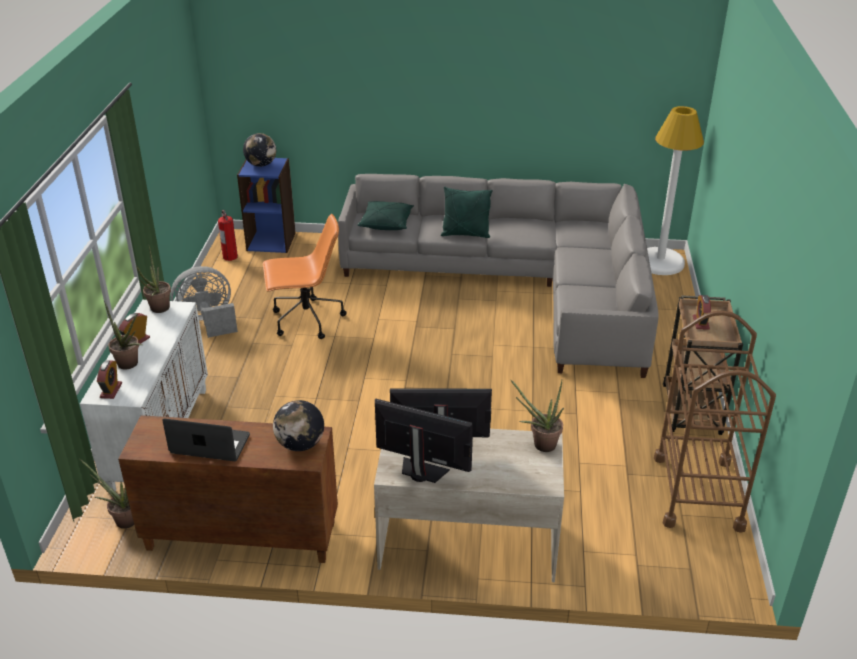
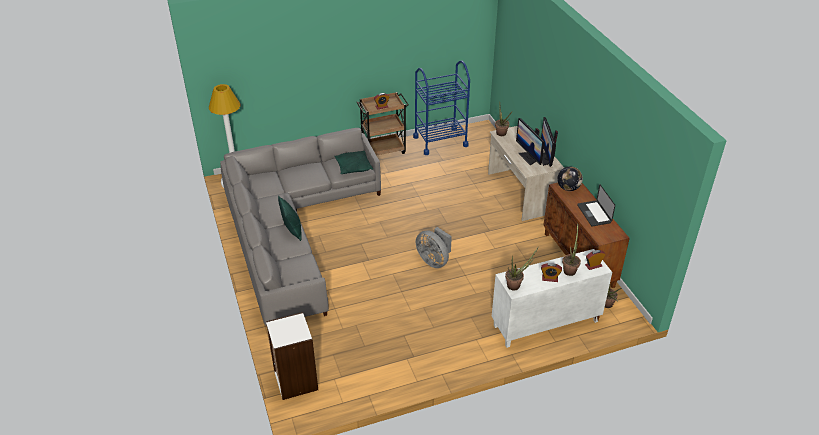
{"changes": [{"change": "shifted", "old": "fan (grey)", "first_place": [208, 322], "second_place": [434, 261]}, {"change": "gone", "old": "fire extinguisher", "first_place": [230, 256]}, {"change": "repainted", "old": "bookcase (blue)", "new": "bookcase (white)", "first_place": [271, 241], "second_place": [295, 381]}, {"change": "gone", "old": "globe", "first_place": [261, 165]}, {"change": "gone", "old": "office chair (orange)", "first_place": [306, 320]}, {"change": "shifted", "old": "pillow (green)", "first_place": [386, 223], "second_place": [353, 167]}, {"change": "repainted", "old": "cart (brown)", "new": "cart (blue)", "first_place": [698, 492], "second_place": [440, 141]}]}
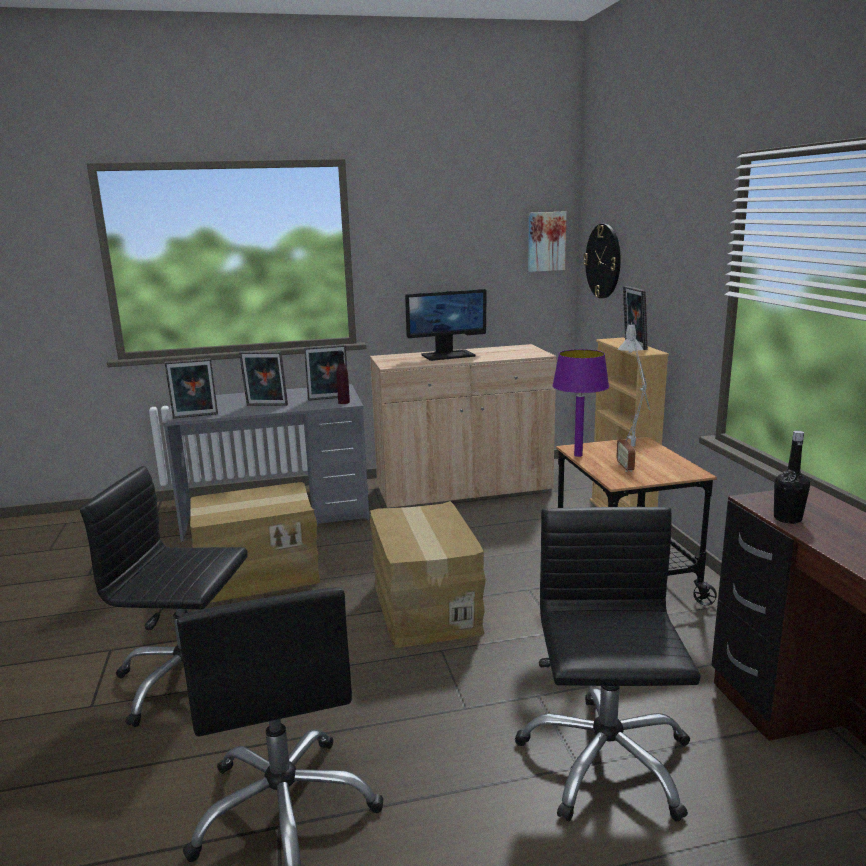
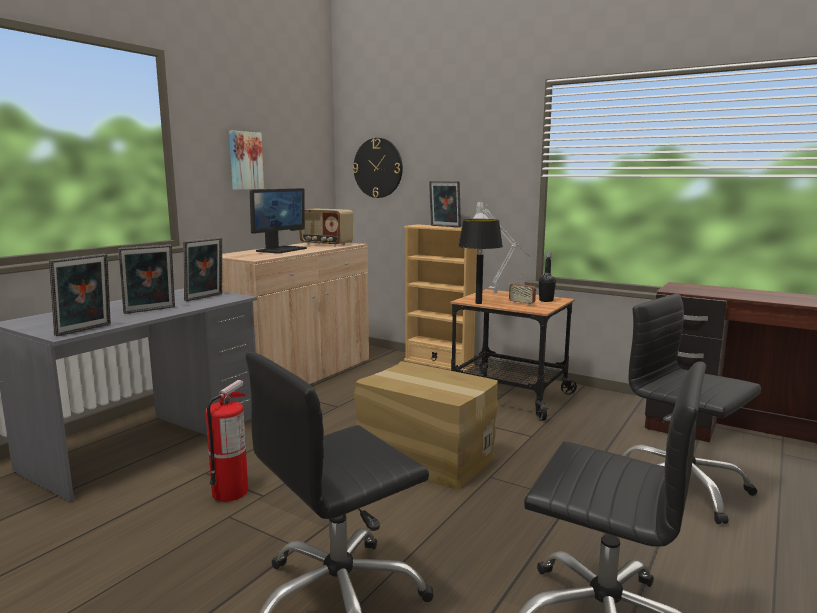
{"changes": [{"change": "swapped", "old": "cardboard box", "new": "fire extinguisher", "first_place": [259, 573], "second_place": [230, 492]}, {"change": "gone", "old": "bottle (purple)", "first_place": [344, 402]}, {"change": "shifted", "old": "picture", "first_place": [546, 241], "second_place": [245, 160]}, {"change": "repainted", "old": "table lamp (purple)", "new": "table lamp (black)", "first_place": [577, 455], "second_place": [478, 303]}, {"change": "shifted", "old": "bottle (black)", "first_place": [787, 519], "second_place": [546, 300]}, {"change": "new", "new": "radio", "second_place": [325, 244]}]}
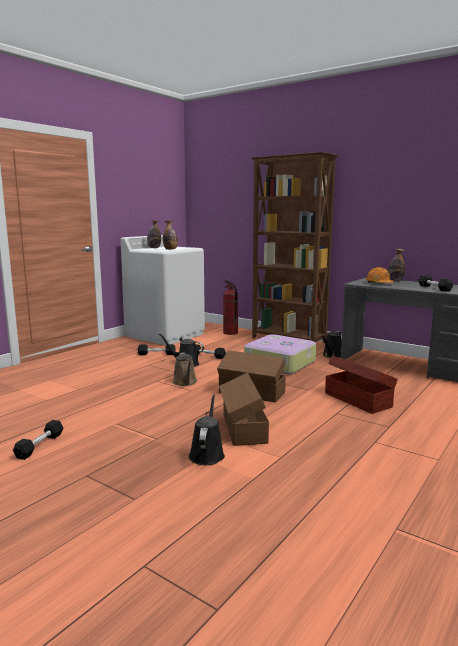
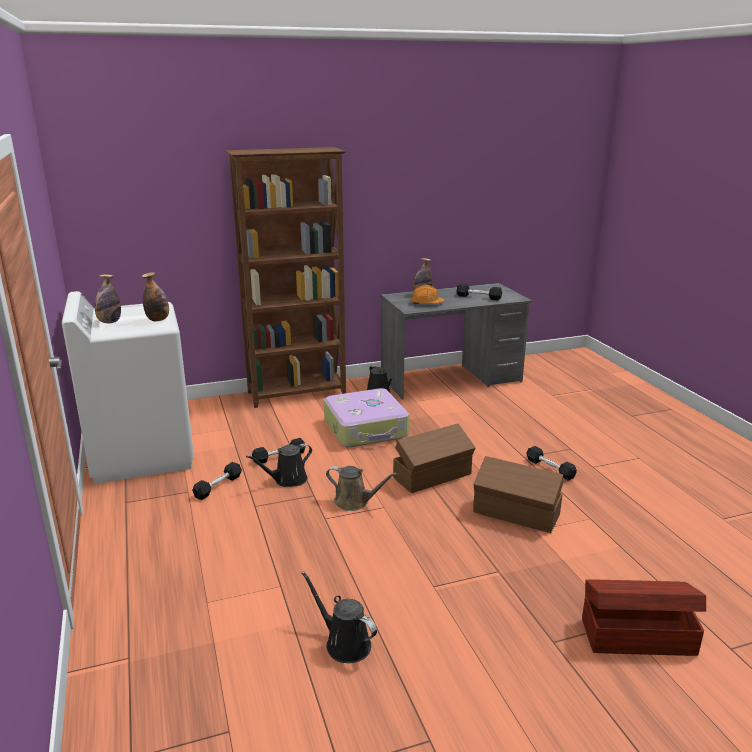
{"changes": [{"change": "shifted", "old": "dumbbell (black)", "first_place": [40, 445], "second_place": [550, 468]}, {"change": "shifted", "old": "watering can (black)", "first_place": [207, 454], "second_place": [344, 643]}, {"change": "gone", "old": "fire extinguisher", "first_place": [230, 333]}, {"change": "shifted", "old": "storage box (brown)", "first_place": [358, 399], "second_place": [636, 635]}]}
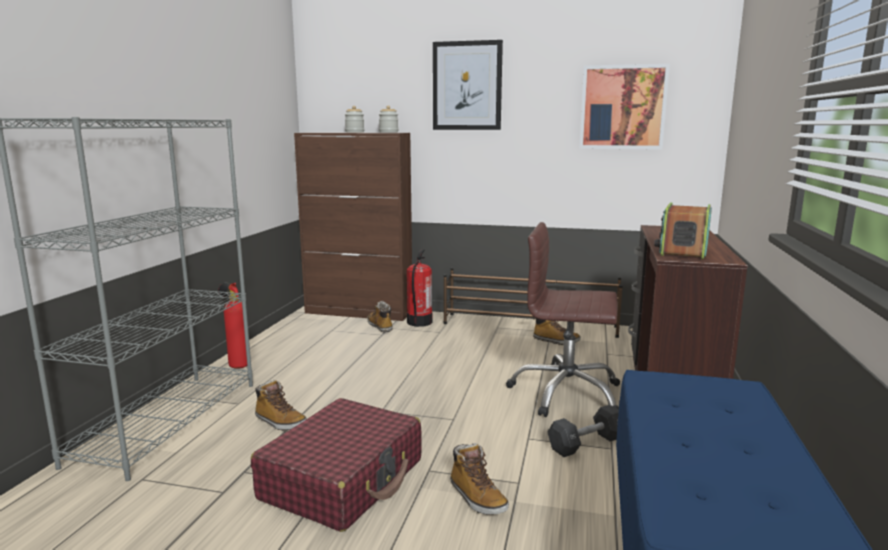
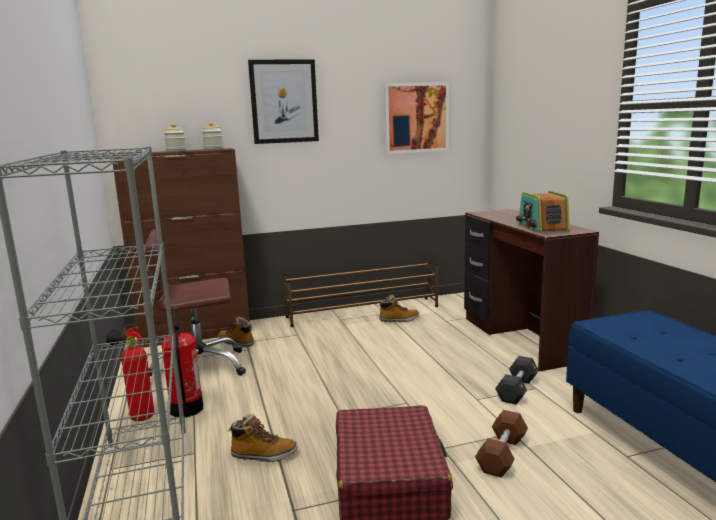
{"changes": [{"change": "shifted", "old": "fire extinguisher", "first_place": [419, 322], "second_place": [186, 409]}, {"change": "swapped", "old": "boot", "new": "dumbbell (brown)", "first_place": [477, 498], "second_place": [502, 455]}, {"change": "shifted", "old": "office chair (brown)", "first_place": [566, 393], "second_place": [200, 368]}]}
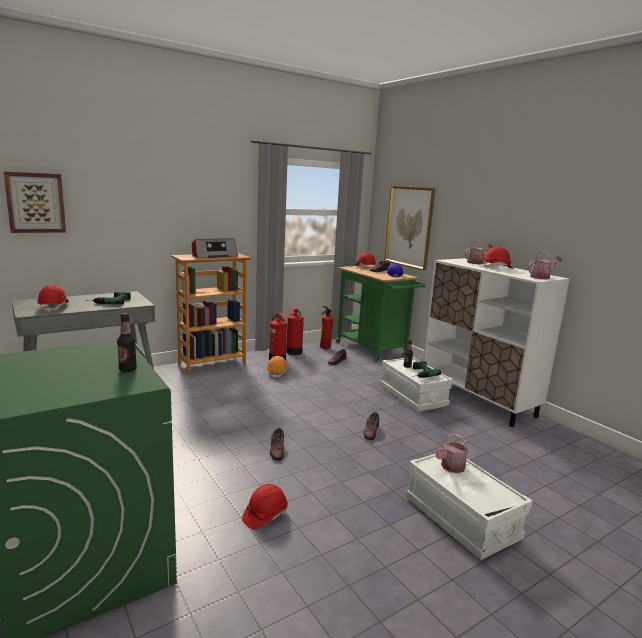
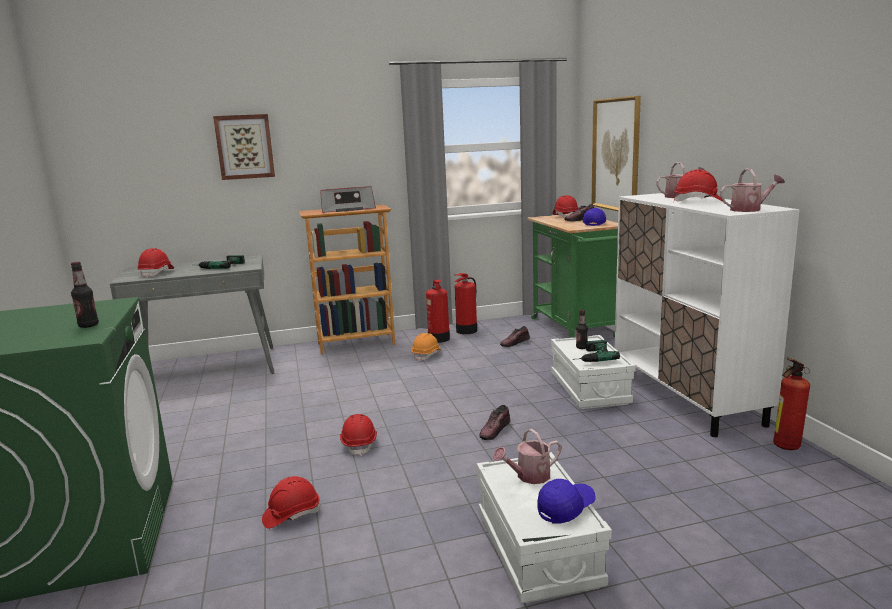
{"changes": [{"change": "shifted", "old": "picture", "first_place": [35, 202], "second_place": [245, 147]}, {"change": "swapped", "old": "shoe", "new": "hard hat (red)", "first_place": [277, 450], "second_place": [359, 444]}, {"change": "shifted", "old": "fire extinguisher", "first_place": [324, 348], "second_place": [784, 447]}, {"change": "new", "new": "cap (blue)", "second_place": [566, 508]}]}
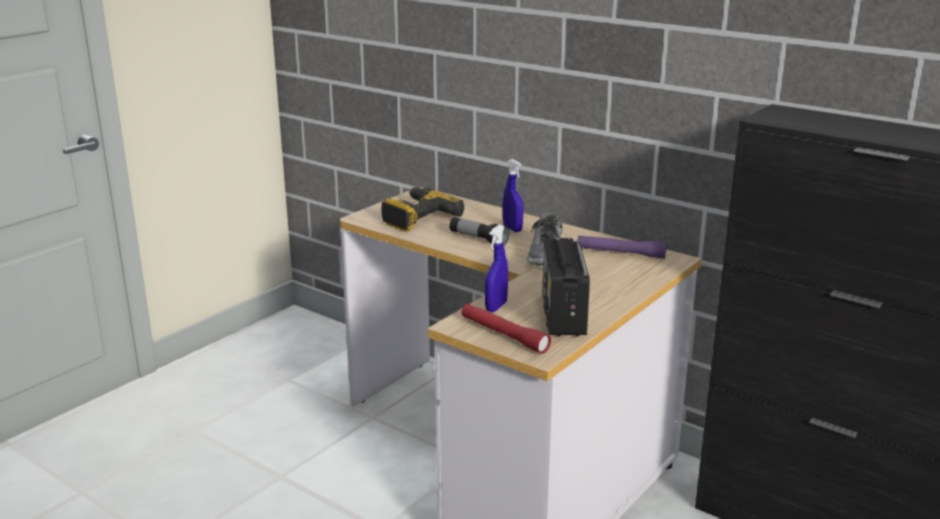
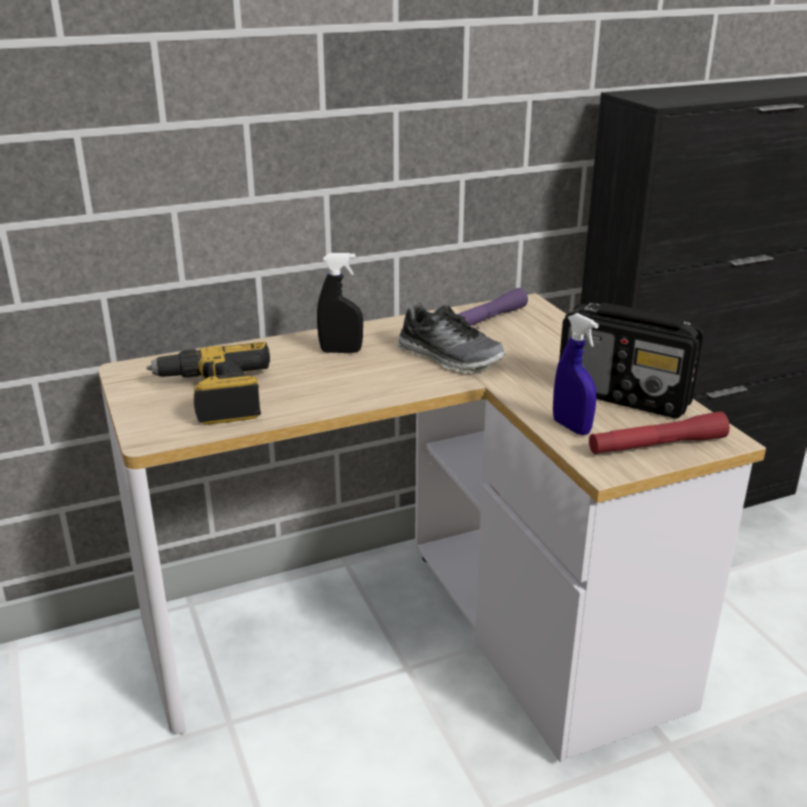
{"changes": [{"change": "gone", "old": "flashlight", "first_place": [478, 239]}, {"change": "repainted", "old": "spray bottle (blue)", "new": "spray bottle (black)", "first_place": [512, 228], "second_place": [341, 351]}]}
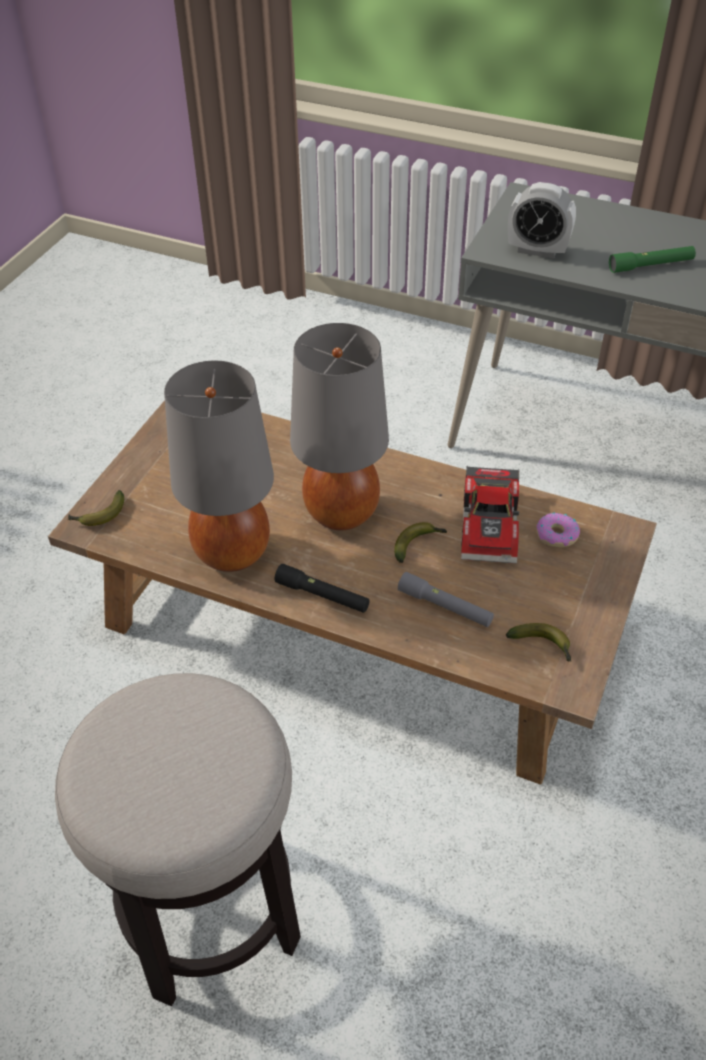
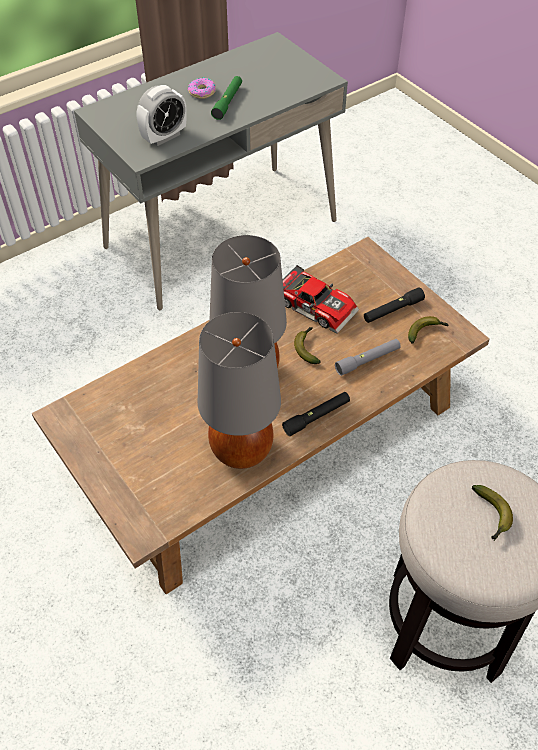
{"changes": [{"change": "shifted", "old": "banana", "first_place": [99, 515], "second_place": [491, 516]}, {"change": "shifted", "old": "donut", "first_place": [556, 535], "second_place": [202, 92]}, {"change": "new", "new": "flashlight (black)", "second_place": [393, 310]}]}
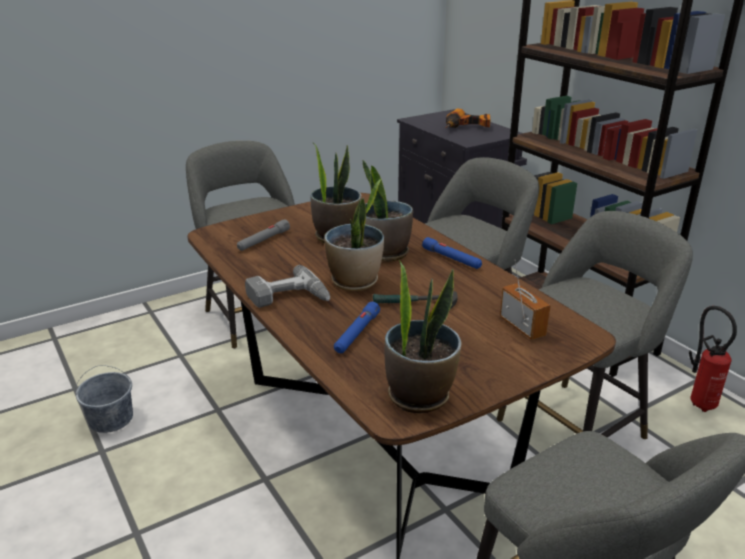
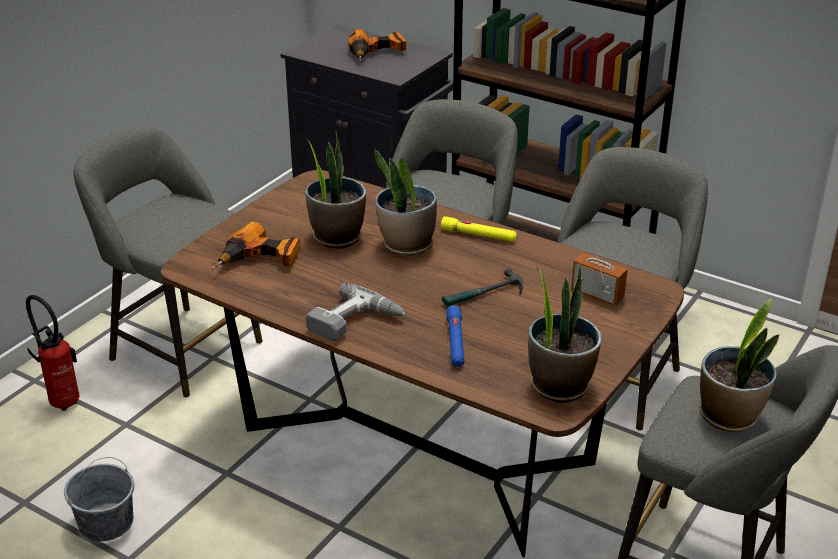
{"changes": [{"change": "swapped", "old": "flashlight (grey)", "new": "power drill", "first_place": [263, 240], "second_place": [260, 261]}, {"change": "shifted", "old": "potted plant", "first_place": [355, 282], "second_place": [729, 416]}, {"change": "repainted", "old": "flashlight (blue)", "new": "flashlight (yellow)", "first_place": [451, 259], "second_place": [478, 235]}, {"change": "shifted", "old": "fire extinguisher", "first_place": [700, 402], "second_place": [63, 400]}]}
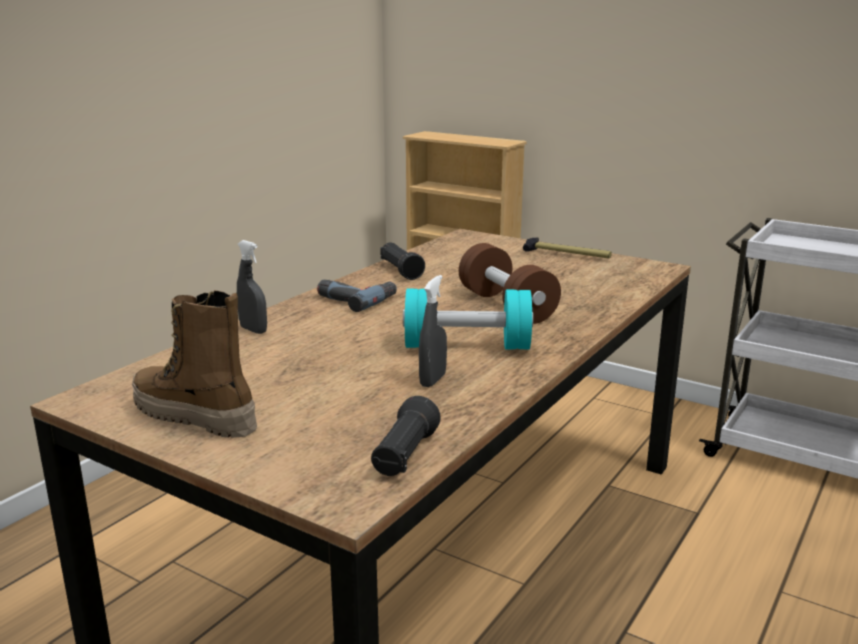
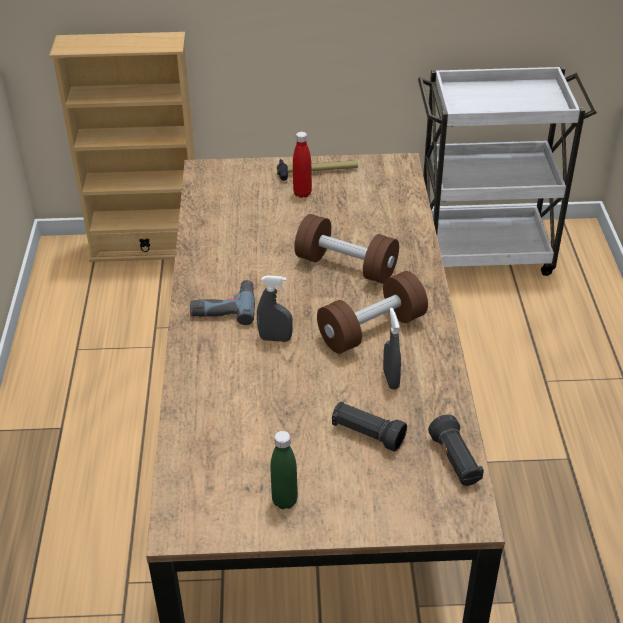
{"changes": [{"change": "swapped", "old": "boot", "new": "bottle (green)", "first_place": [194, 417], "second_place": [284, 501]}, {"change": "shifted", "old": "spray bottle (grey)", "first_place": [253, 330], "second_place": [275, 338]}, {"change": "shifted", "old": "flashlight (black)", "first_place": [401, 271], "second_place": [367, 434]}, {"change": "repainted", "old": "dumbbell (turquoise)", "new": "dumbbell (brown)", "first_place": [467, 346], "second_place": [371, 330]}, {"change": "new", "new": "bottle (red)", "second_place": [302, 193]}]}
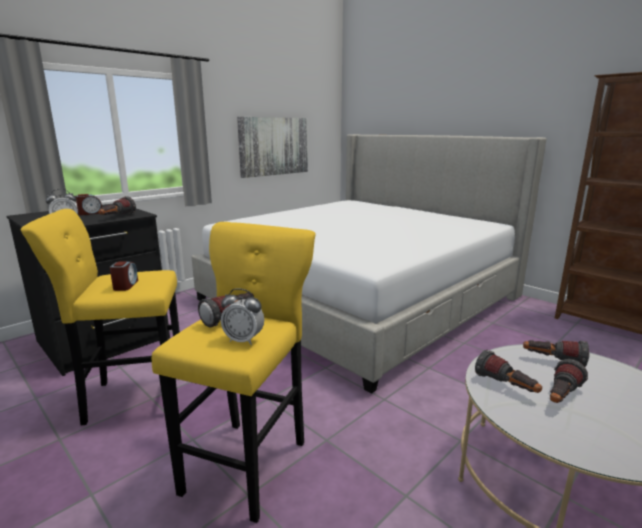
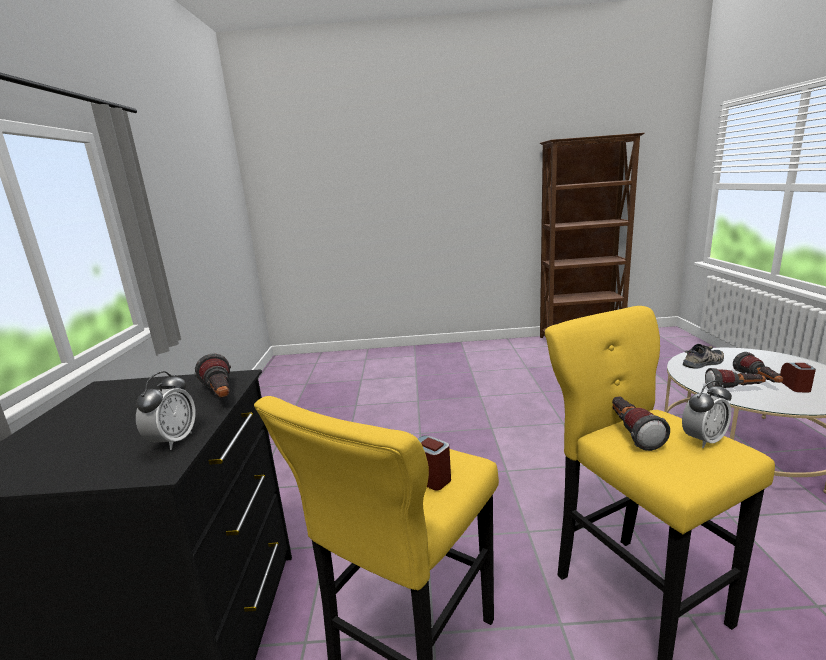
{"changes": [{"change": "shifted", "old": "alarm clock", "first_place": [90, 213], "second_place": [795, 386]}, {"change": "gone", "old": "bed", "first_place": [360, 298]}, {"change": "gone", "old": "picture", "first_place": [274, 146]}, {"change": "swapped", "old": "flashlight", "new": "shoe", "first_place": [553, 361], "second_place": [704, 363]}]}
